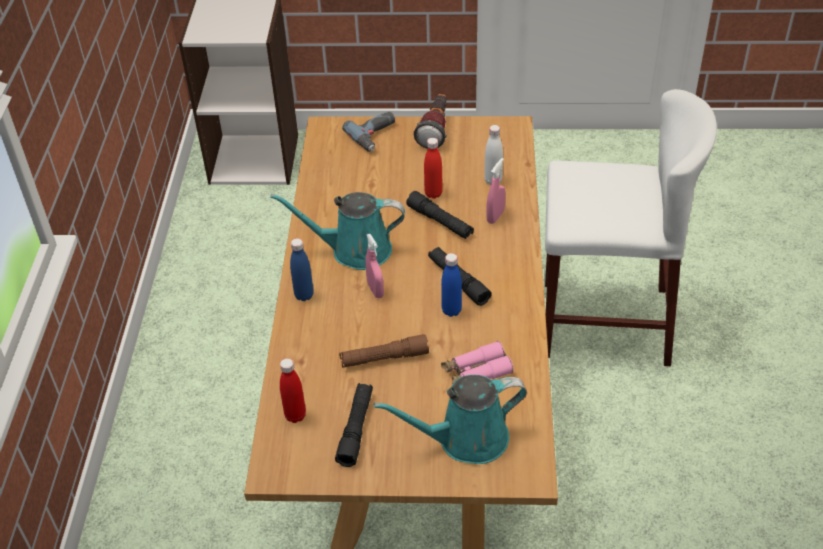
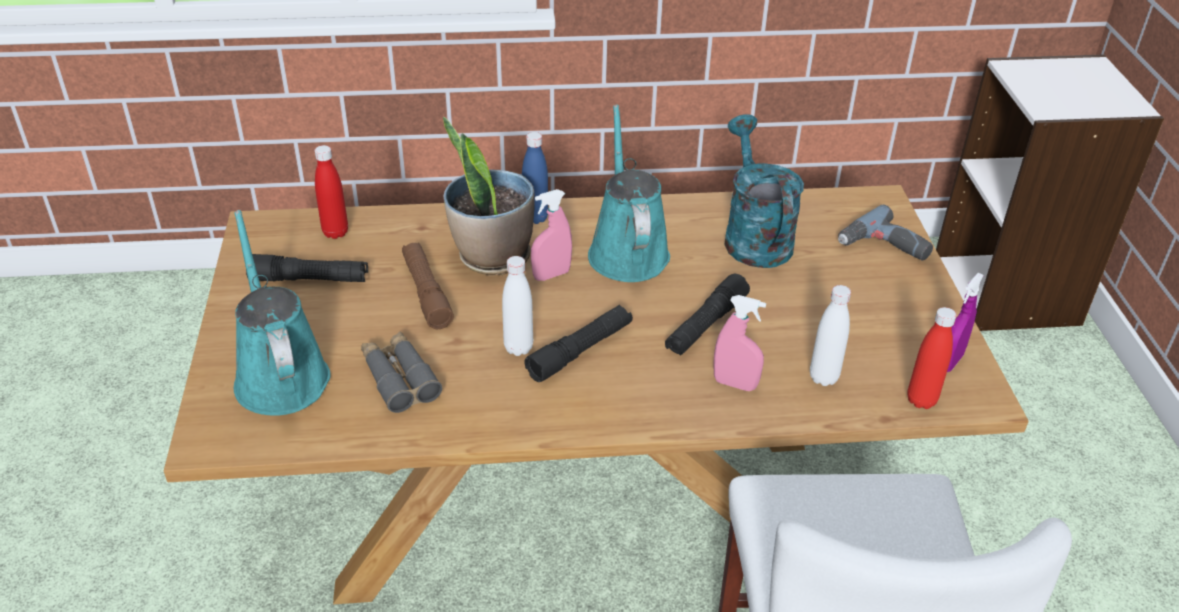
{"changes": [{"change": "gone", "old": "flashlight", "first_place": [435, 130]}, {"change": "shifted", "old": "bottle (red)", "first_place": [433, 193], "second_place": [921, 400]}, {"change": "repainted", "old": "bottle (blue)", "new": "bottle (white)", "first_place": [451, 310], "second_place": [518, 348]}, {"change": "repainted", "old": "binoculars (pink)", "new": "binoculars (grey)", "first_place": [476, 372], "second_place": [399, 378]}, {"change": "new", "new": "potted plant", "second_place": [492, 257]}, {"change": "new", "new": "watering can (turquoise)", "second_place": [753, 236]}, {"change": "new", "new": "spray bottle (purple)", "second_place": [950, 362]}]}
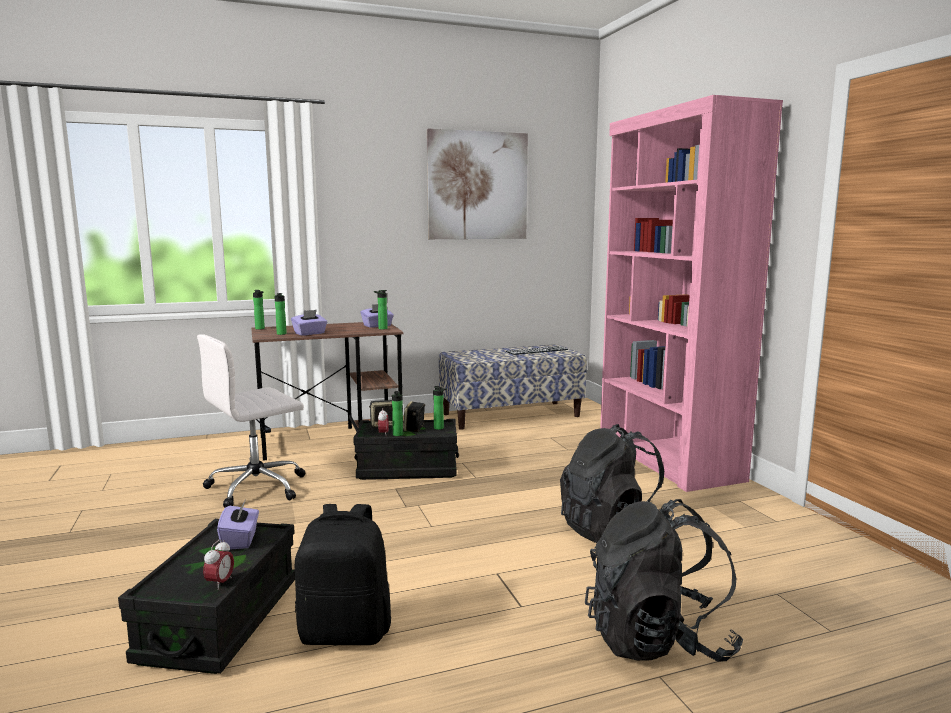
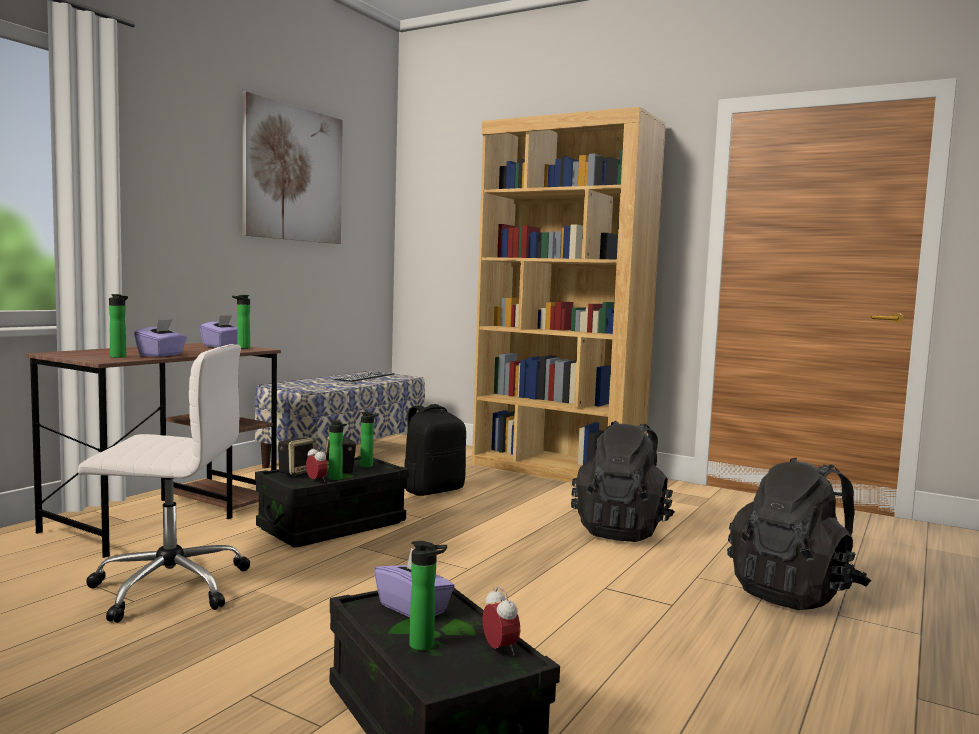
{"changes": [{"change": "rotated", "old": "office chair (white)", "first_place": [258, 487], "second_place": [167, 587], "degrees": -105}, {"change": "shifted", "old": "bottle", "first_place": [260, 329], "second_place": [425, 645]}, {"change": "shifted", "old": "backpack (black)", "first_place": [346, 631], "second_place": [432, 490]}, {"change": "repainted", "old": "bookcase (pink)", "new": "bookcase (brown)", "first_place": [666, 458], "second_place": [556, 470]}]}
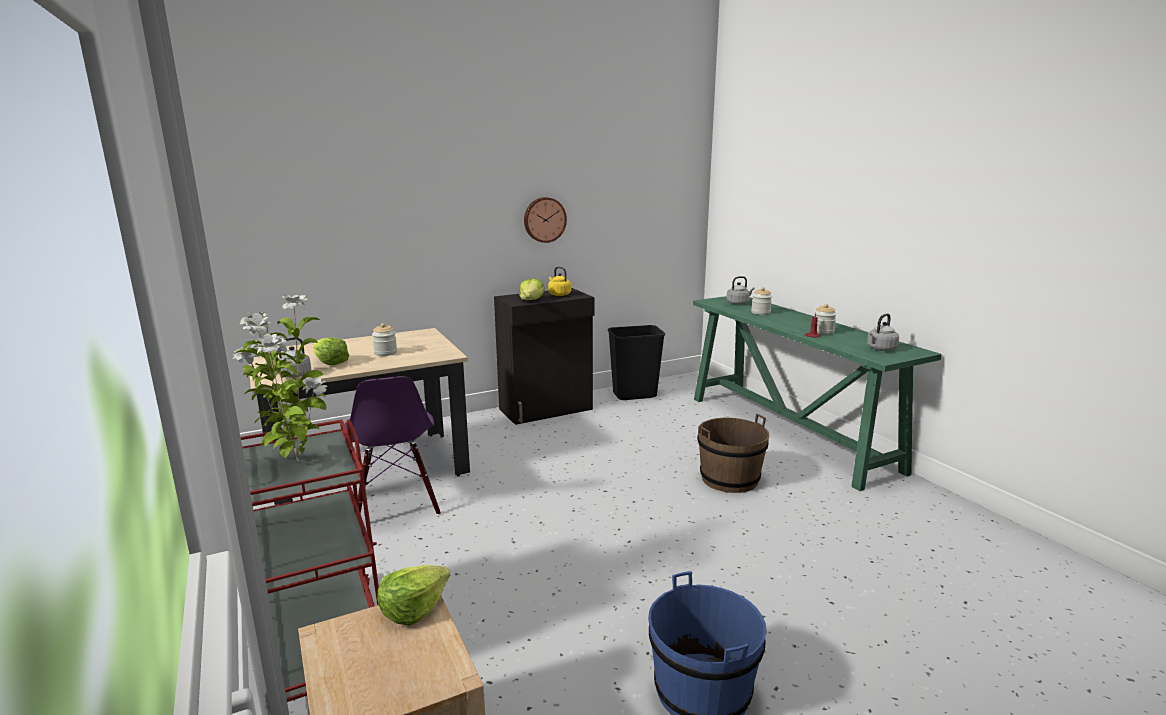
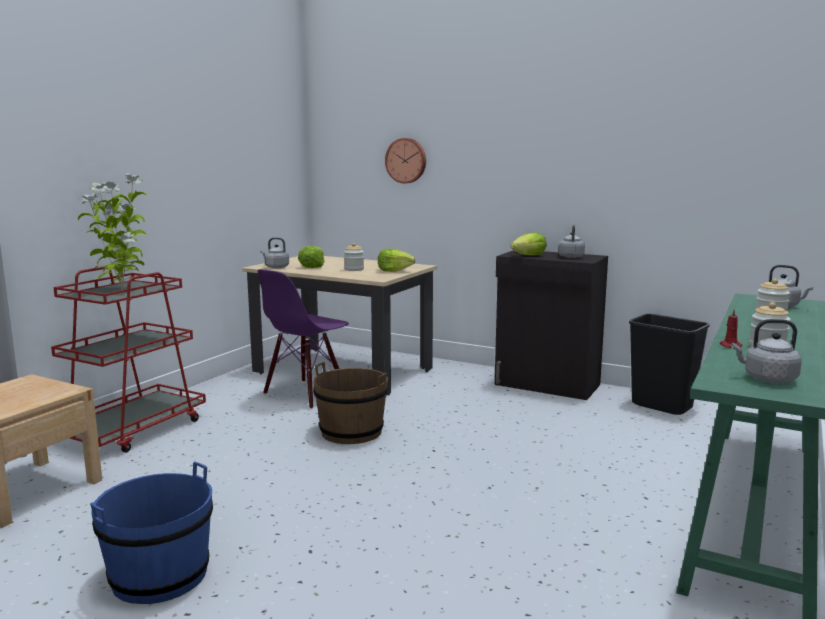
{"changes": [{"change": "shifted", "old": "lettuce", "first_place": [413, 609], "second_place": [394, 271]}, {"change": "shifted", "old": "wall clock", "first_place": [544, 219], "second_place": [406, 160]}, {"change": "repainted", "old": "kettle (yellow)", "new": "kettle (grey)", "first_place": [558, 294], "second_place": [571, 256]}, {"change": "shifted", "old": "bucket (brown)", "first_place": [729, 479], "second_place": [351, 432]}]}
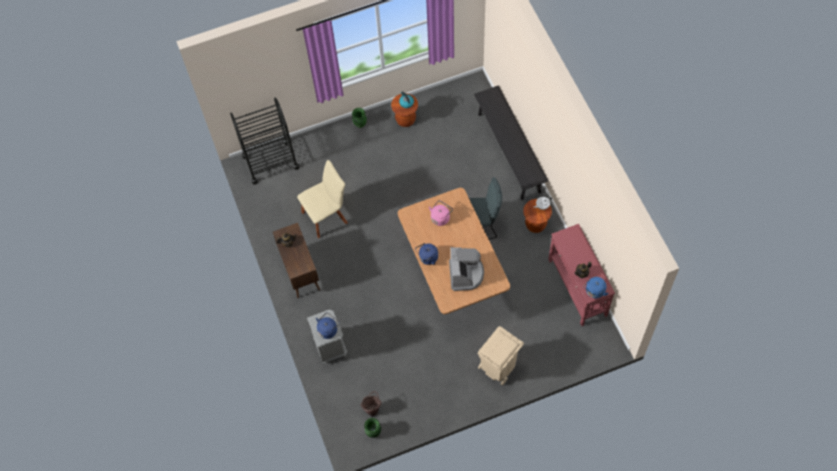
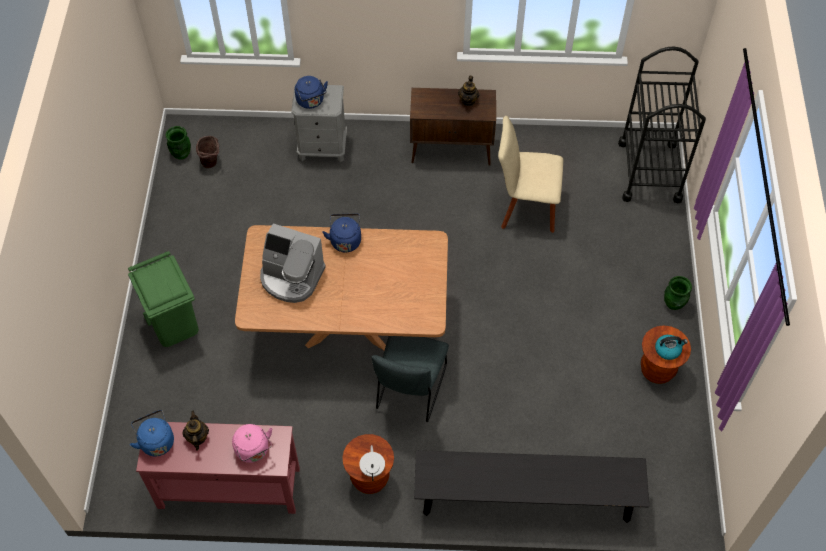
{"changes": [{"change": "rotated", "old": "chair (beige)", "first_place": [326, 216], "second_place": [525, 207], "degrees": 105}, {"change": "shifted", "old": "kettle (pink)", "first_place": [440, 217], "second_place": [253, 451]}, {"change": "repainted", "old": "trash can (beige)", "new": "trash can (green)", "first_place": [498, 367], "second_place": [174, 325]}]}
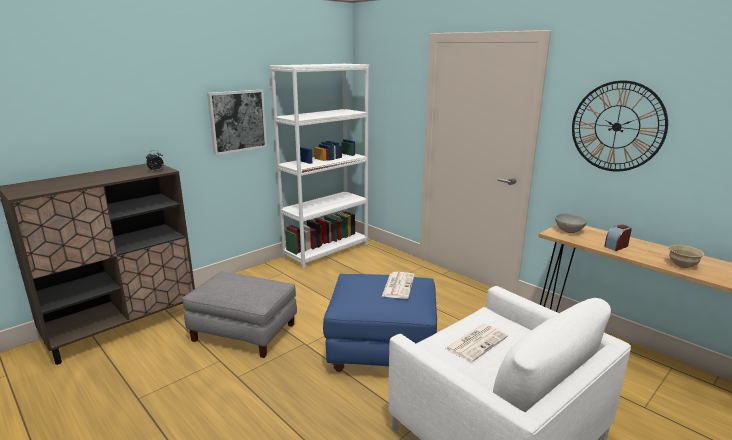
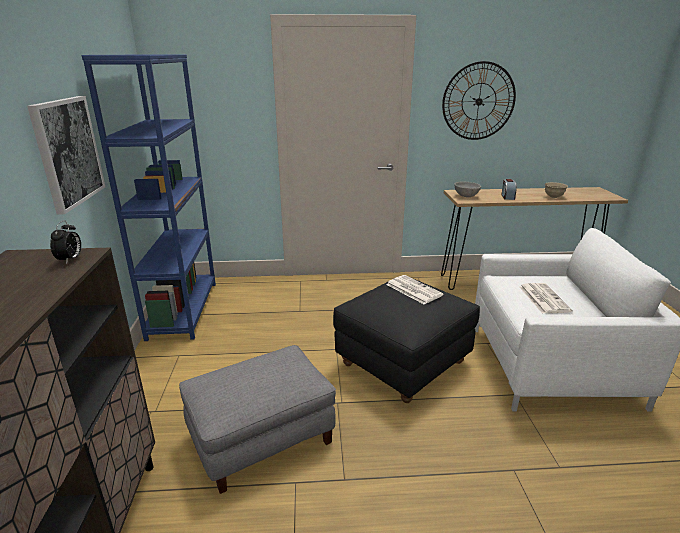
{"changes": [{"change": "repainted", "old": "bookcase (white)", "new": "bookcase (blue)", "first_place": [326, 251], "second_place": [183, 309]}, {"change": "repainted", "old": "ottoman (blue)", "new": "ottoman (black)", "first_place": [381, 351], "second_place": [403, 364]}]}
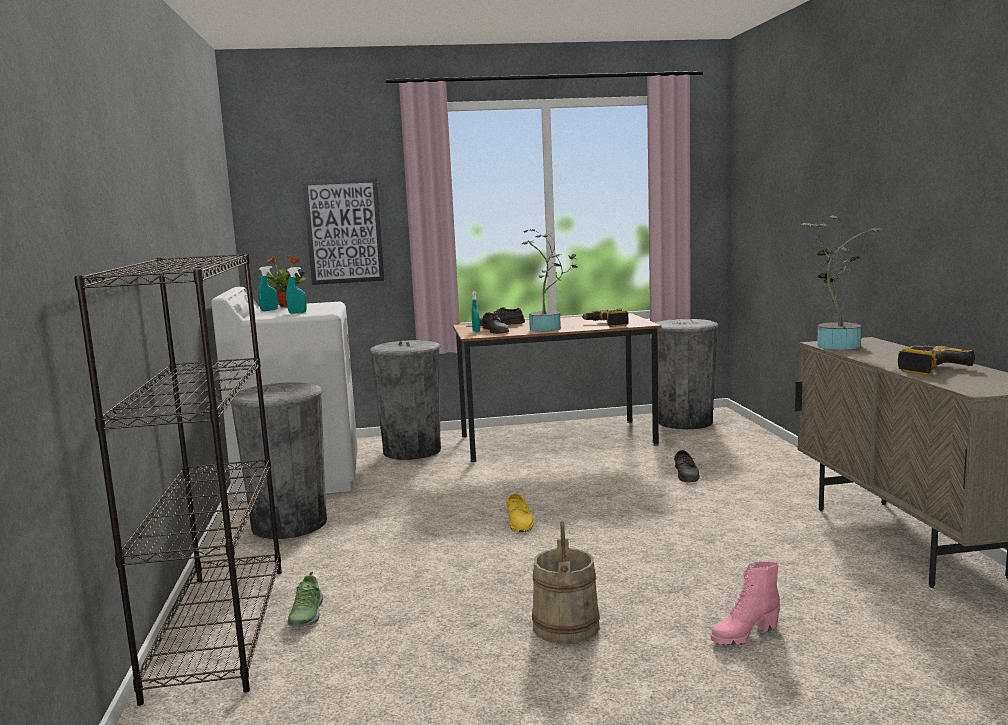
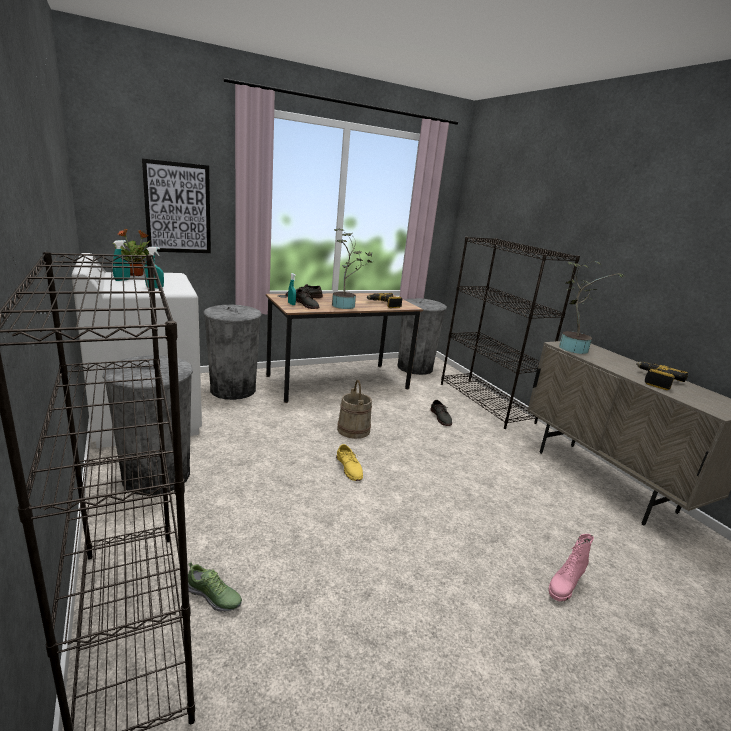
{"changes": [{"change": "rotated", "old": "shoe", "first_place": [306, 615], "second_place": [214, 596], "degrees": -45}, {"change": "shifted", "old": "bucket (beige)", "first_place": [565, 626], "second_place": [353, 430]}, {"change": "new", "new": "bookcase (black)", "second_place": [486, 402]}]}
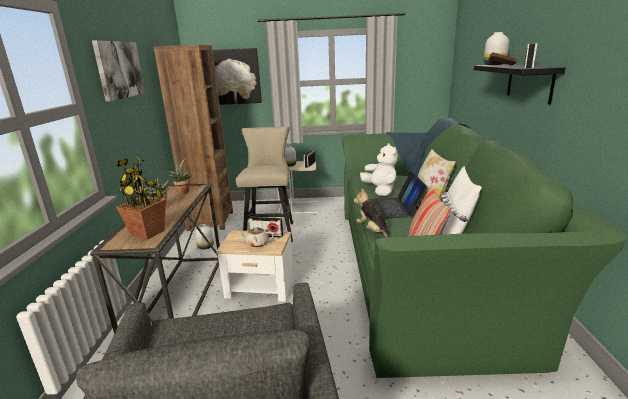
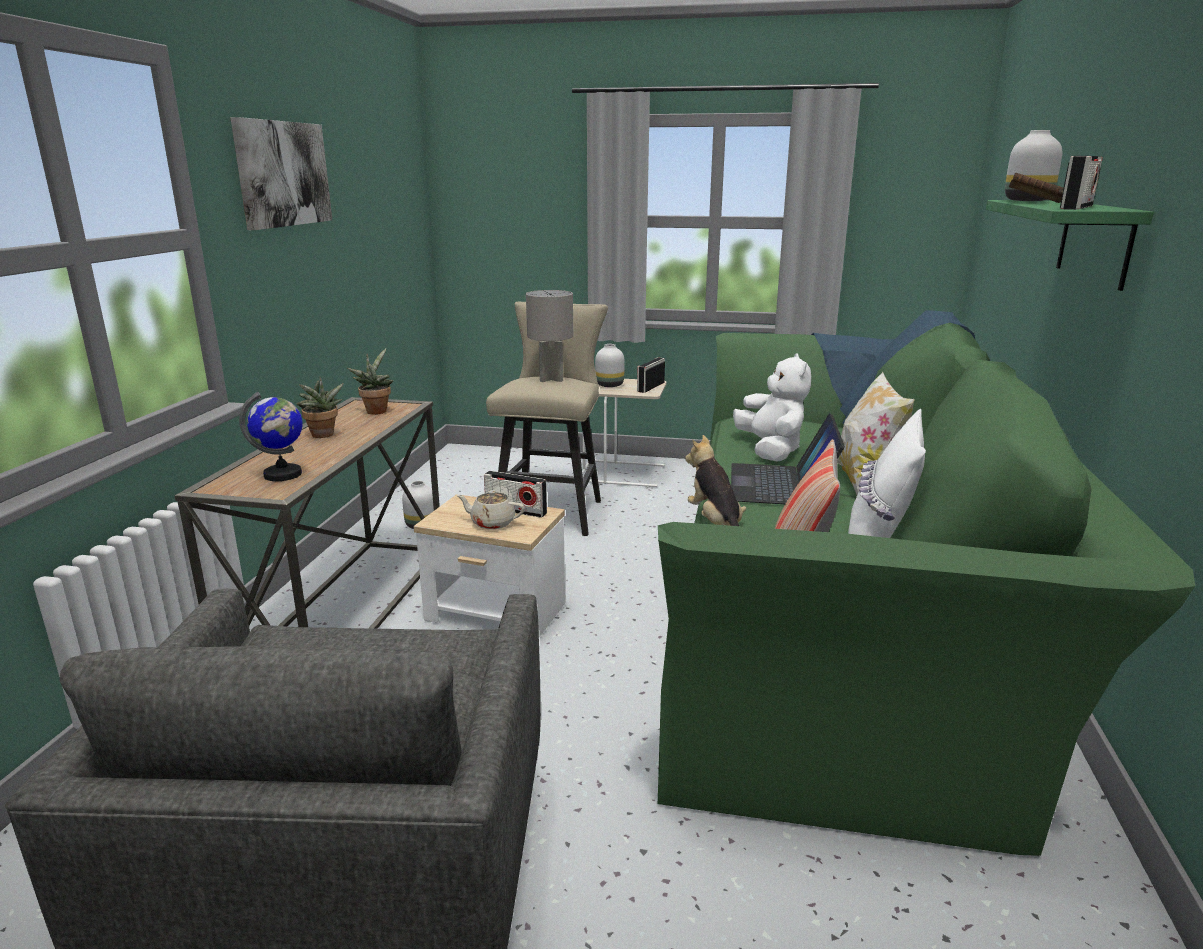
{"changes": [{"change": "swapped", "old": "potted plant", "new": "globe", "first_place": [148, 233], "second_place": [283, 475]}, {"change": "gone", "old": "bookcase (brown)", "first_place": [210, 221]}, {"change": "gone", "old": "picture", "first_place": [233, 77]}, {"change": "repainted", "old": "shelf (black)", "new": "shelf (green)", "first_place": [529, 82], "second_place": [1094, 242]}, {"change": "new", "new": "table lamp (grey)", "second_place": [550, 379]}]}
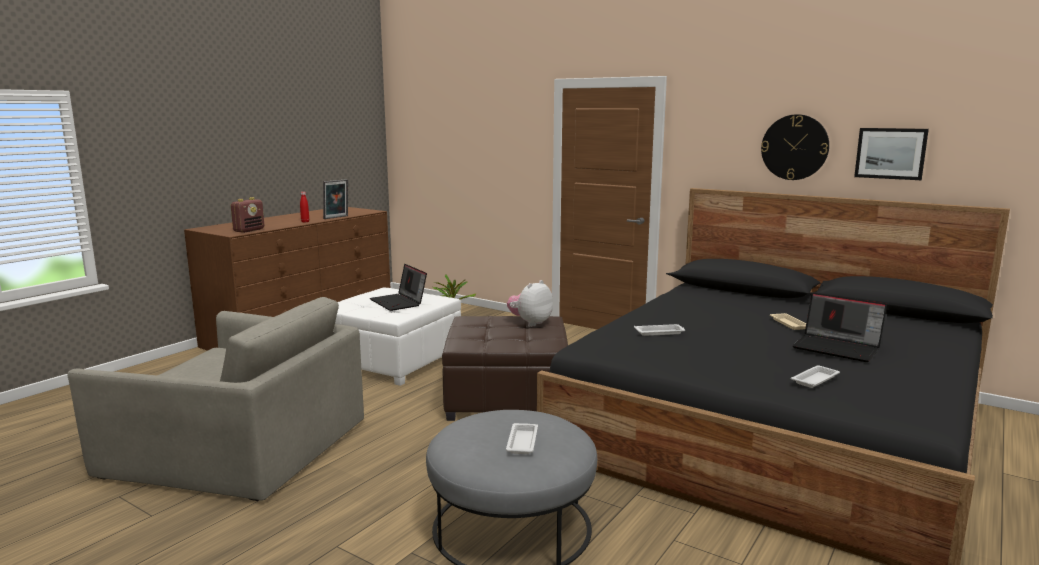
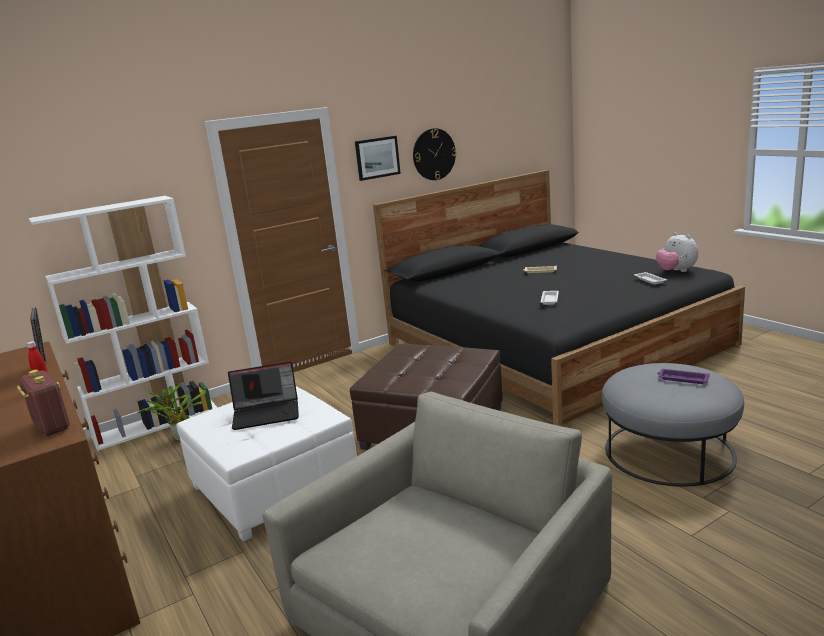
{"changes": [{"change": "repainted", "old": "tray (white)", "new": "tray (purple)", "first_place": [522, 441], "second_place": [682, 379]}, {"change": "shifted", "old": "plush toy", "first_place": [530, 323], "second_place": [676, 271]}, {"change": "gone", "old": "laptop", "first_place": [838, 348]}, {"change": "shifted", "old": "picture", "first_place": [890, 153], "second_place": [377, 157]}, {"change": "new", "new": "bookcase (white)", "second_place": [157, 423]}]}
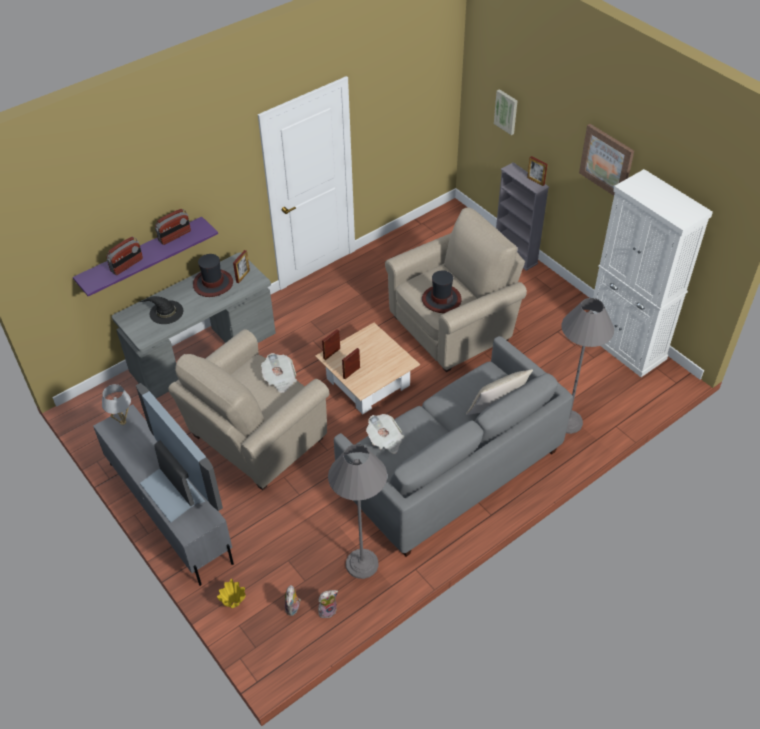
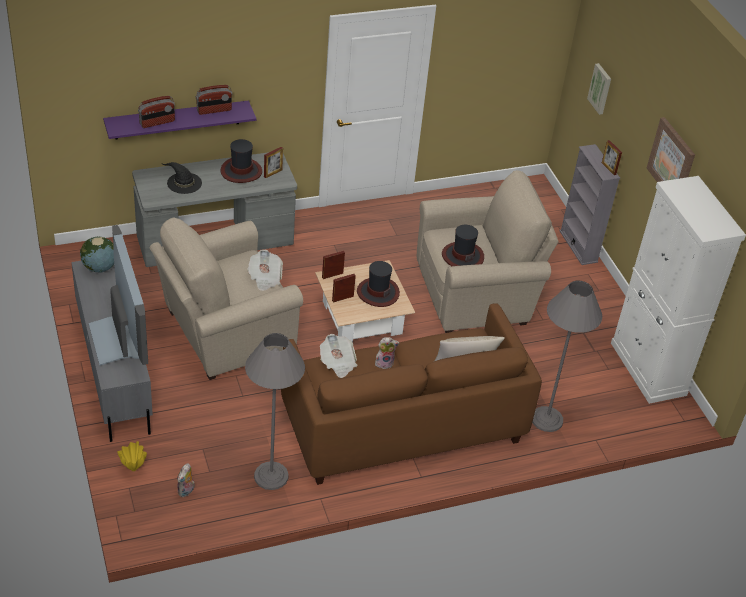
{"changes": [{"change": "swapped", "old": "table lamp (white)", "new": "globe", "first_place": [123, 422], "second_place": [99, 267]}, {"change": "shifted", "old": "plush toy", "first_place": [327, 610], "second_place": [384, 363]}, {"change": "repainted", "old": "sofa (grey)", "new": "sofa (brown)", "first_place": [451, 470], "second_place": [402, 424]}, {"change": "new", "new": "hat", "second_place": [377, 292]}]}
